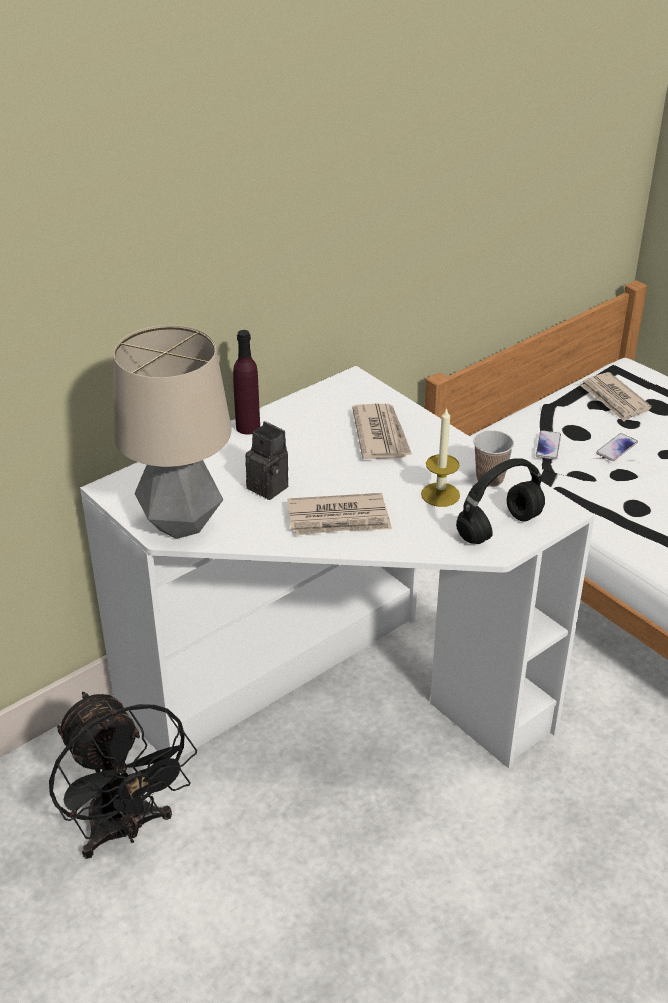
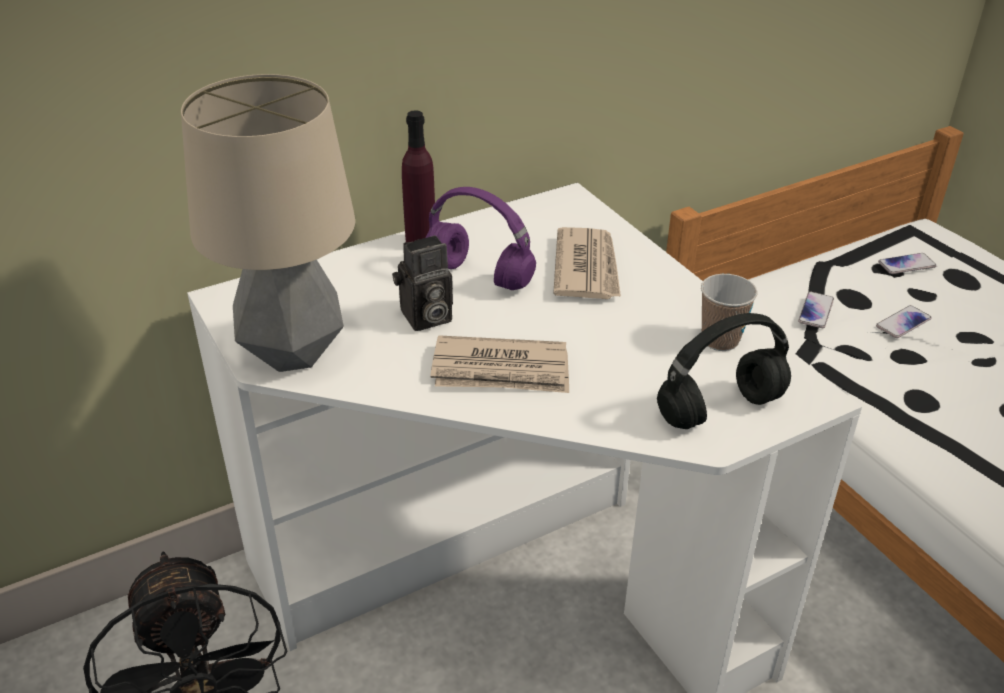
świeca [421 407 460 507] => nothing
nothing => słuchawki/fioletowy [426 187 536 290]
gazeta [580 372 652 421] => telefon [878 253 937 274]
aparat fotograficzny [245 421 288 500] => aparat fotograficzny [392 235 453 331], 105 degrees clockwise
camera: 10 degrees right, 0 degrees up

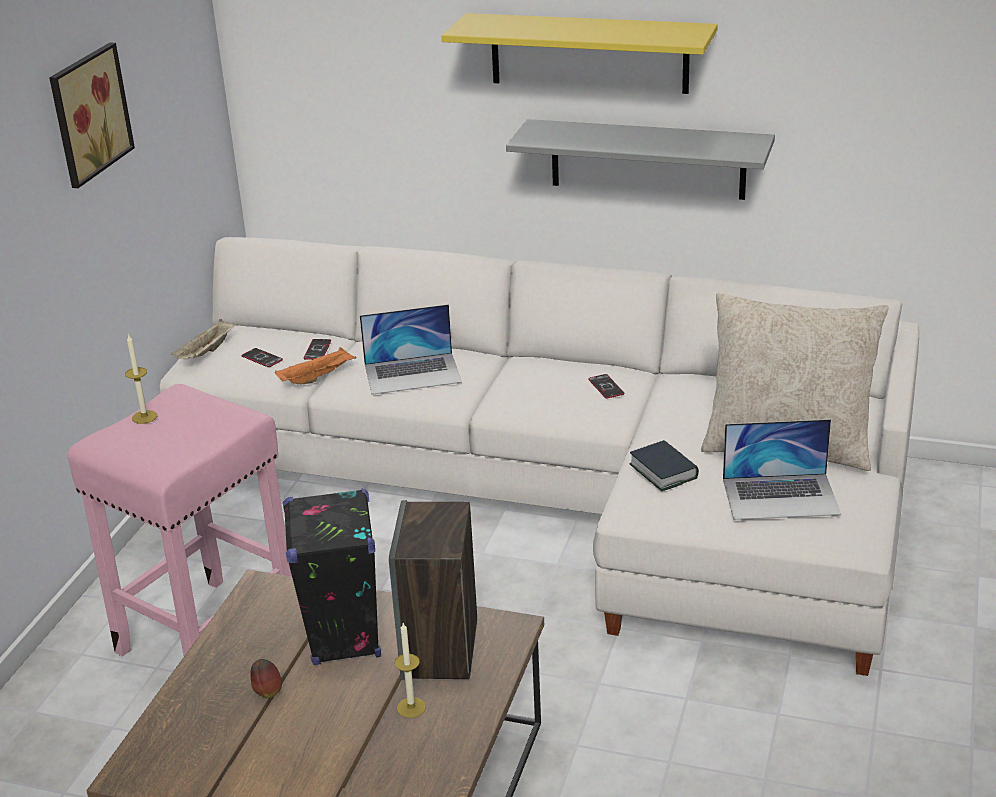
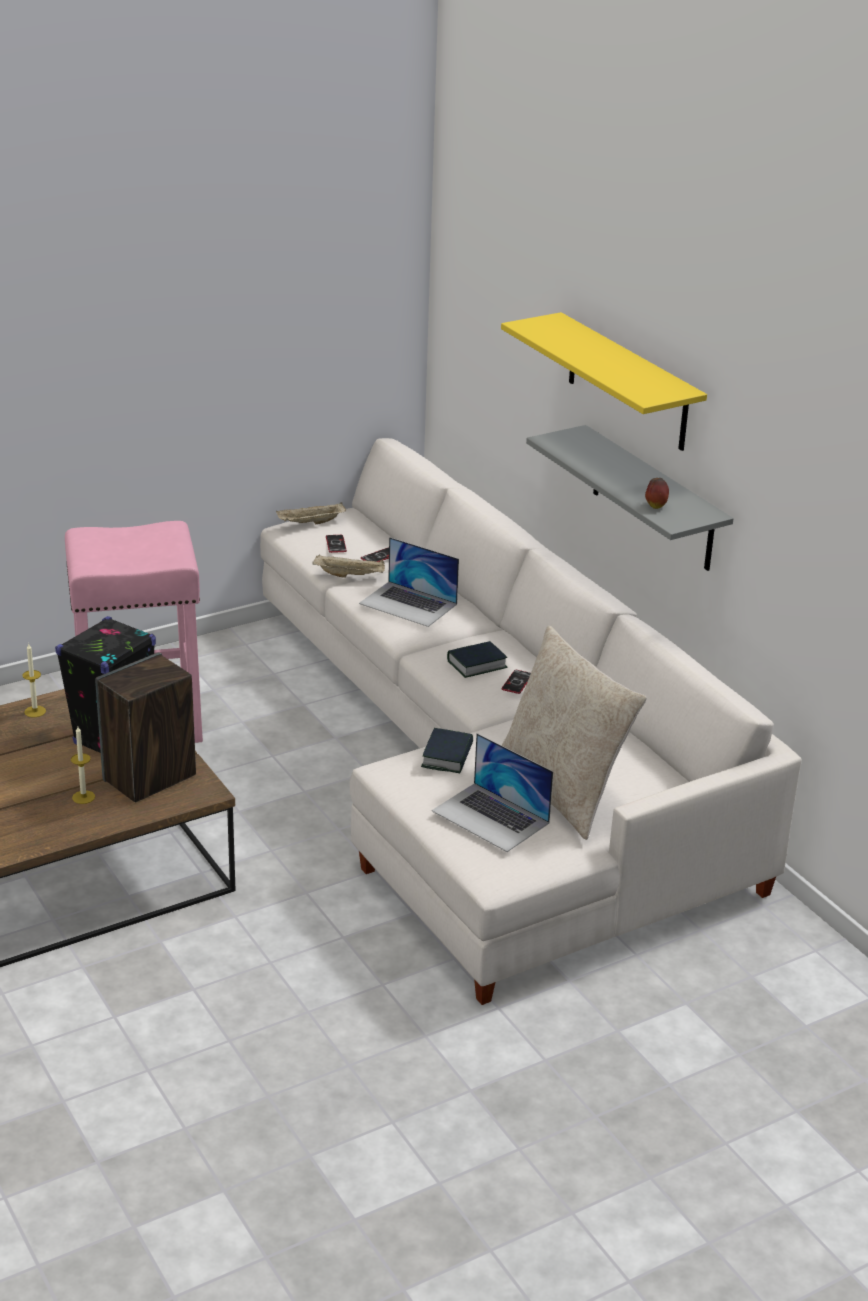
obraz [49 43 135 188] => nothing
nothing => książka [447 641 508 678]
świeca [125 334 157 424] => świeca [22 644 46 717], relocated
jabłko [250 659 282 698] => jabłko [645 478 669 509], relocated
taca/pomarańczowy [275 347 357 384] => taca/beżowy [313 555 385 578]
camera: 40 degrees right, 0 degrees up

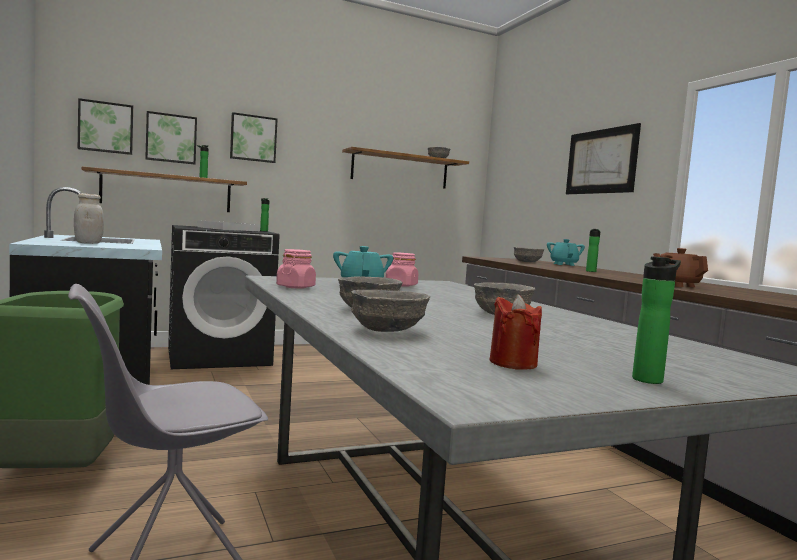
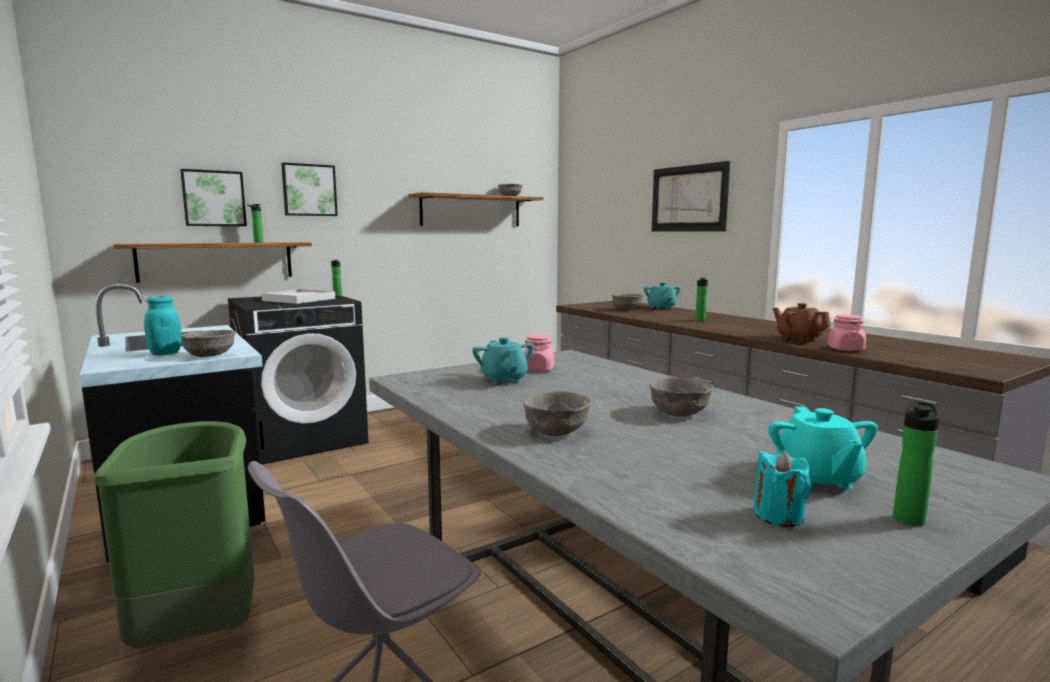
obraz [78 98 133 155] => nothing
nothing => imbryk/turkusowy [768 406 878 489]
słoik/różowy [276 249 316 289] => słoik/różowy [828 314 866 351], relocated
miska/szary [351 290 430 332] => miska/szary [181 330 236 357], relocated
słoik/biały [74 193 104 244] => słoik/turkusowy [144 296 182 355]
świeca/czerwony [490 294 542 369] => świeca/turkusowy [753 450 811 527]
camera: 10 degrees left, 5 degrees up

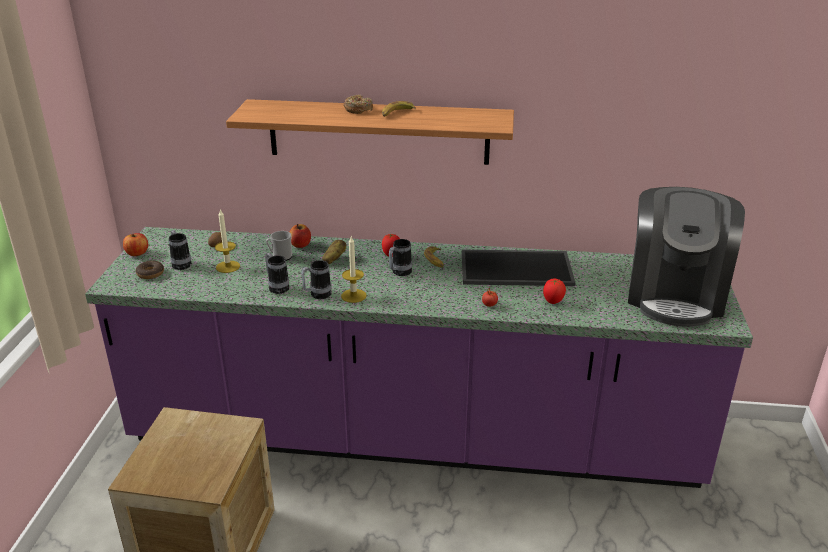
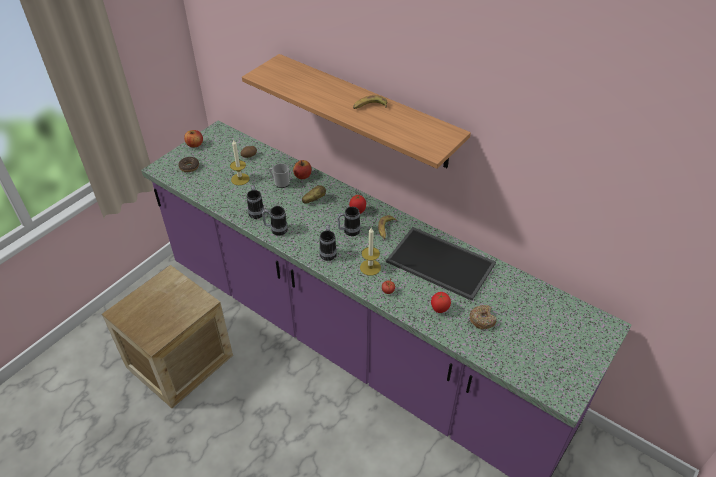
ekspres do kawy [628 187 745 327] => nothing
kubek [169 230 192 270] => kubek [319 225 337 261], relocated
świeca [341 236 367 303] => świeca [360 228 381 276], relocated
donut [344 95 373 114] => donut [469 305 496 329], relocated
camera: 30 degrees right, 15 degrees up

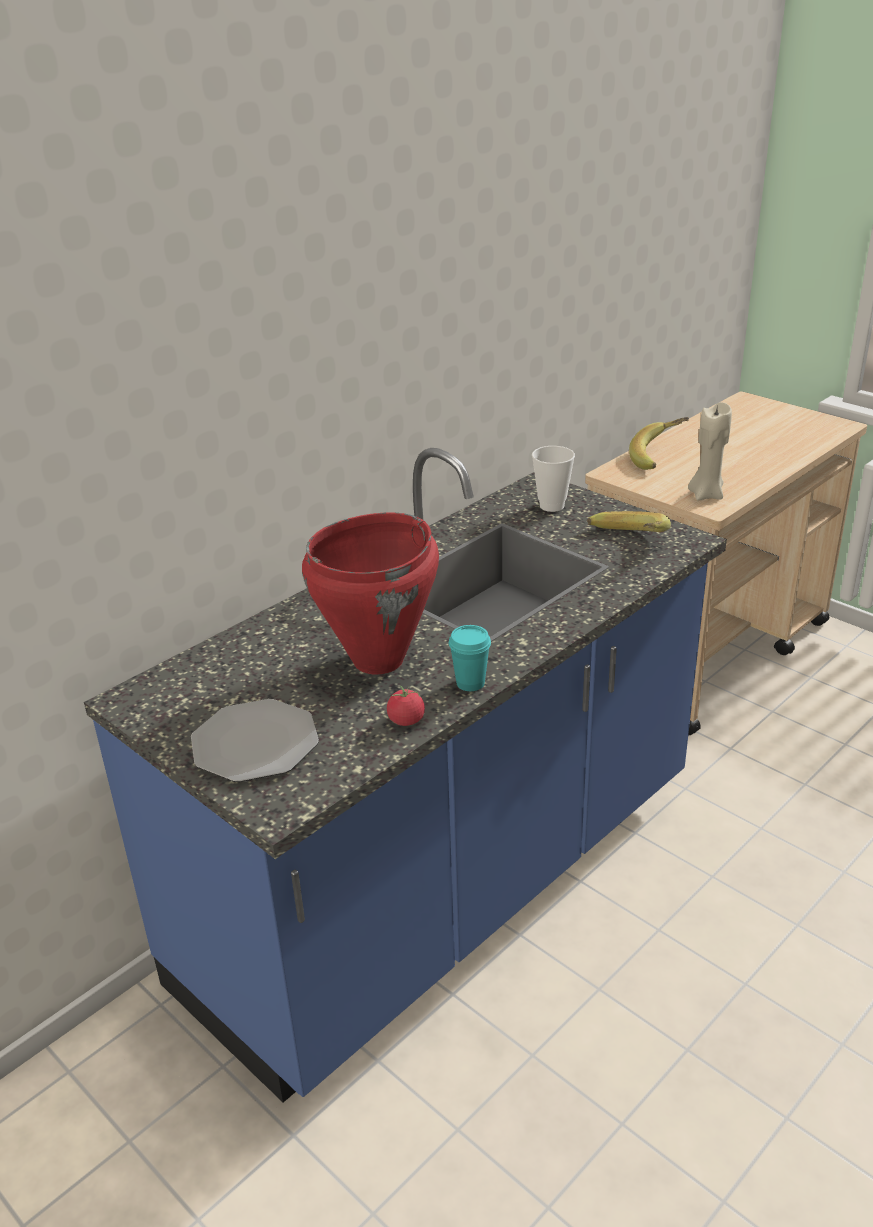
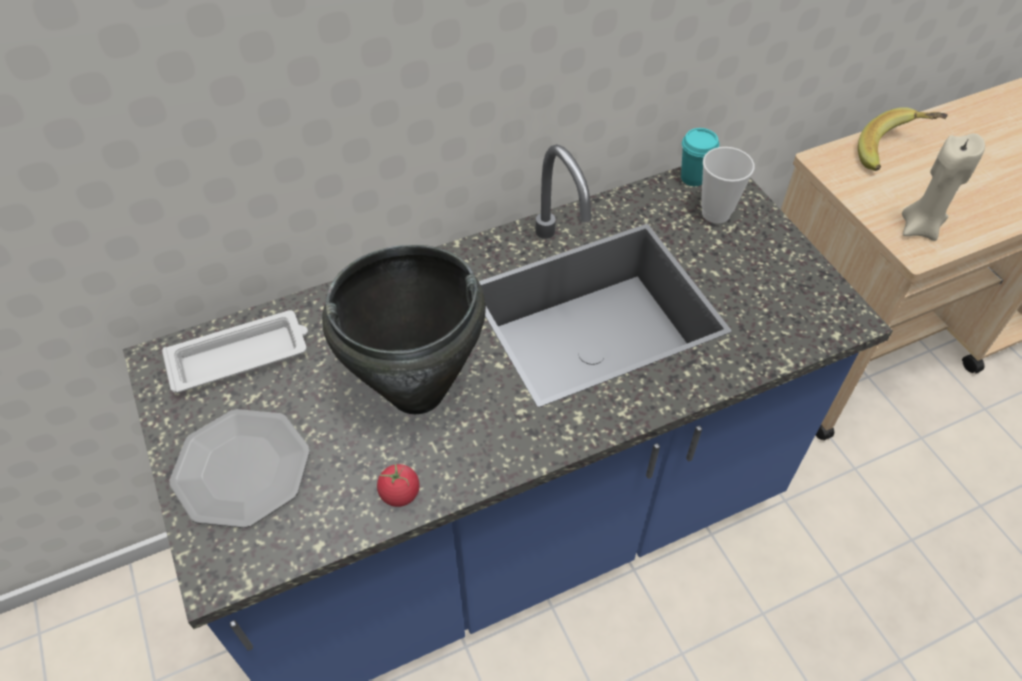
banan [587 511 671 532] => nothing
nothing => taca/biały [162 310 308 393]
filiżanka/turkusowy [449 625 491 691] => filiżanka/turkusowy [681 128 719 186], relocated
garnek/czerwony [302 512 439 674] => garnek/czarny [322 245 486 414]
camera: 20 degrees right, 20 degrees up

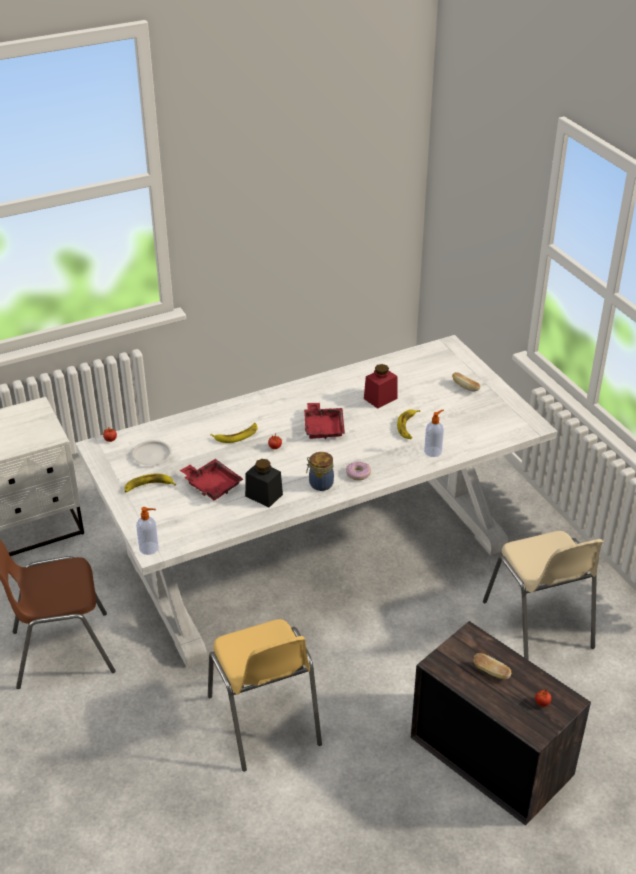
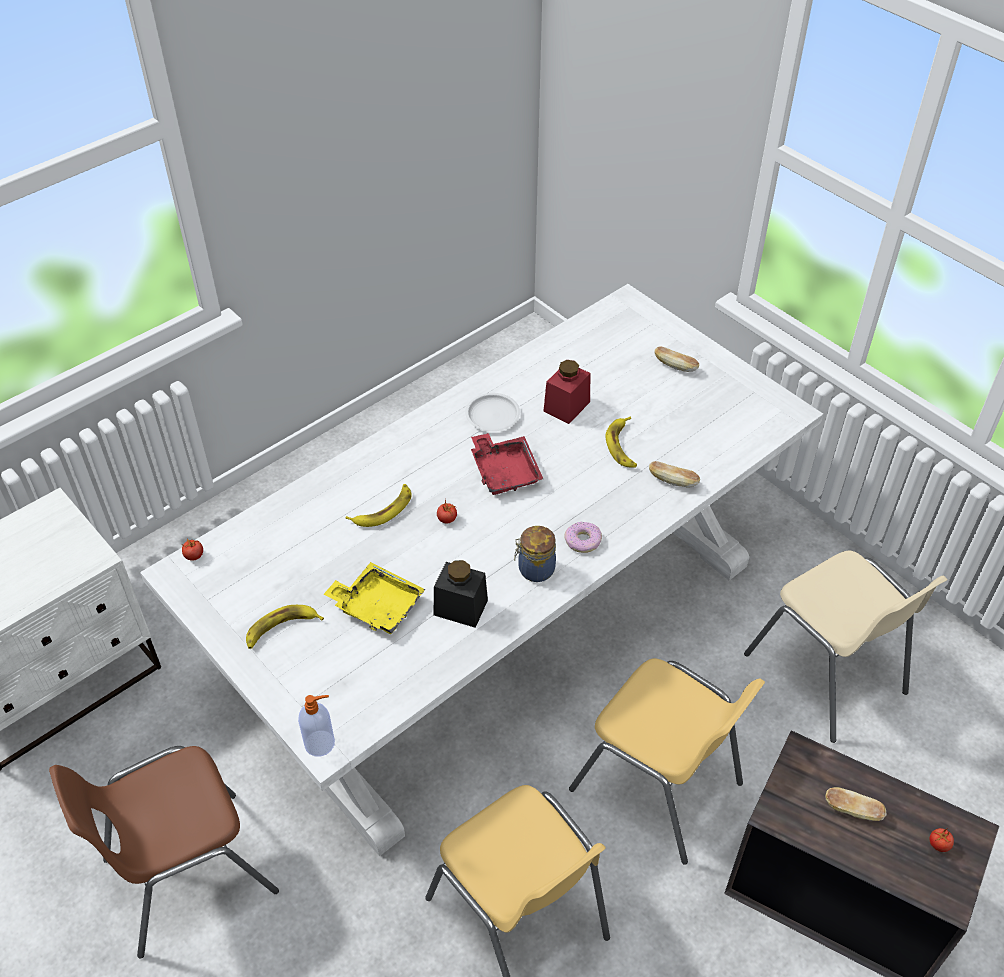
nothing => krzesło/żółty [569 658 765 865]
talerz/biały [132 440 172 465] => talerz/biały [465 393 520 431], relocated
dozownik mydła [424 409 444 457] => chleb [649 461 700 488]
taca/czerwony [180 459 243 500] => taca/żółty [324 562 425 634]
camera: 15 degrees left, 10 degrees up

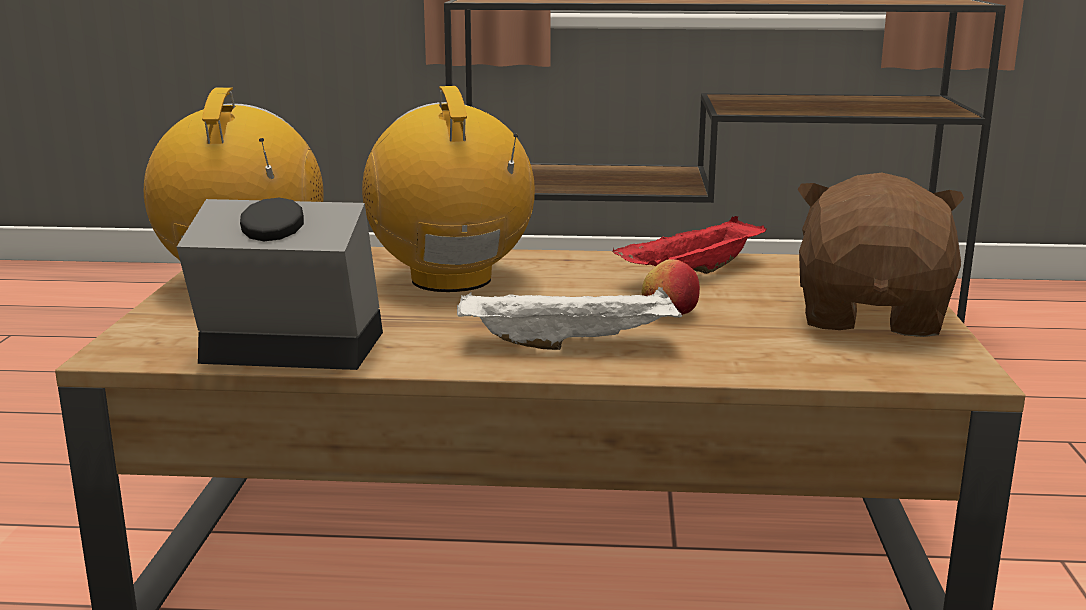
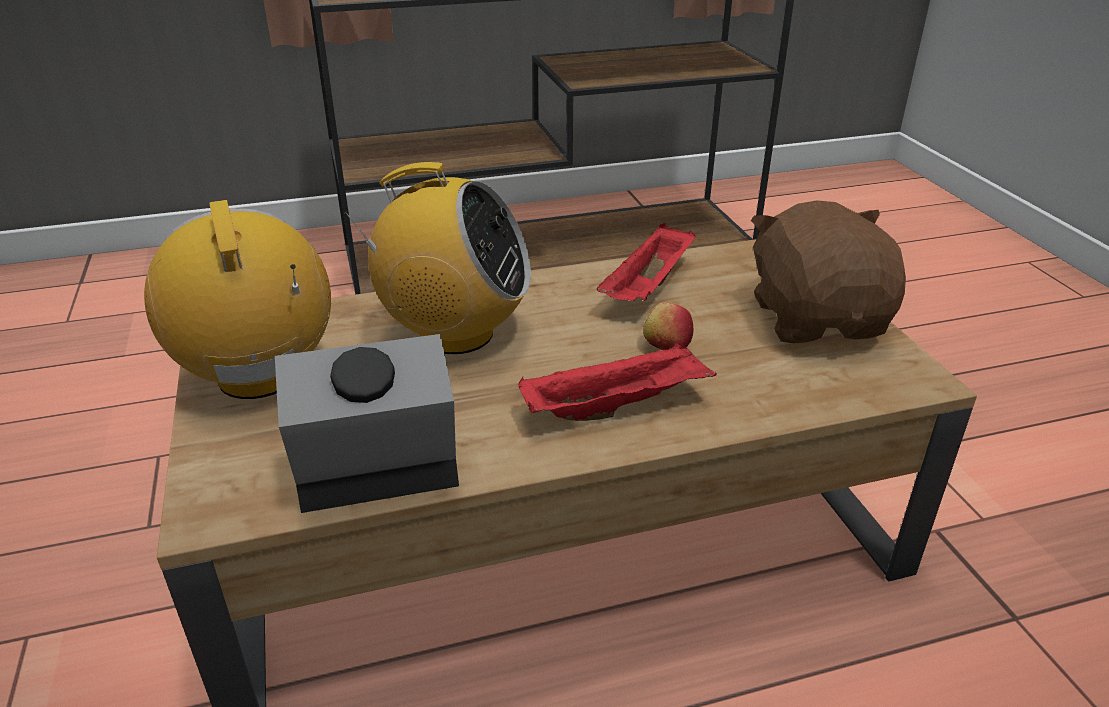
taca/biały [457 287 682 350] => taca/czerwony [518 341 717 421]
radio [362 86 535 292] => radio [344 162 531 354], 135 degrees clockwise
camera: 20 degrees left, 15 degrees up

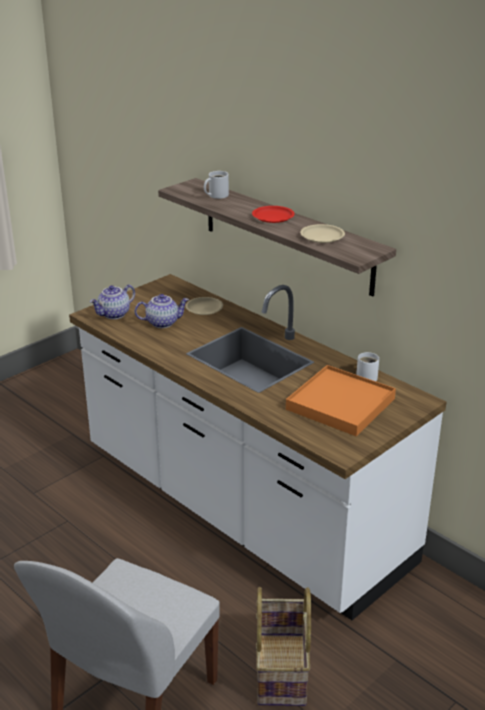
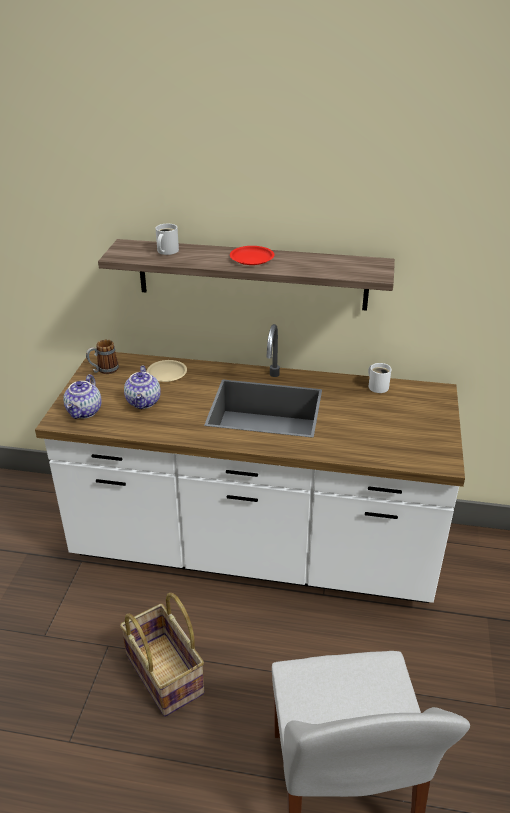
taca/pomarańczowy [286 365 396 437] => nothing
talerz/beżowy [300 224 345 243] => nothing
nothing => kubek [86 339 119 374]
koszyk [256 587 311 706] => koszyk [120 593 204 717], relocated
imbryk [135 294 189 328] => imbryk [124 365 161 409], 135 degrees clockwise
camera: 35 degrees left, 5 degrees up

